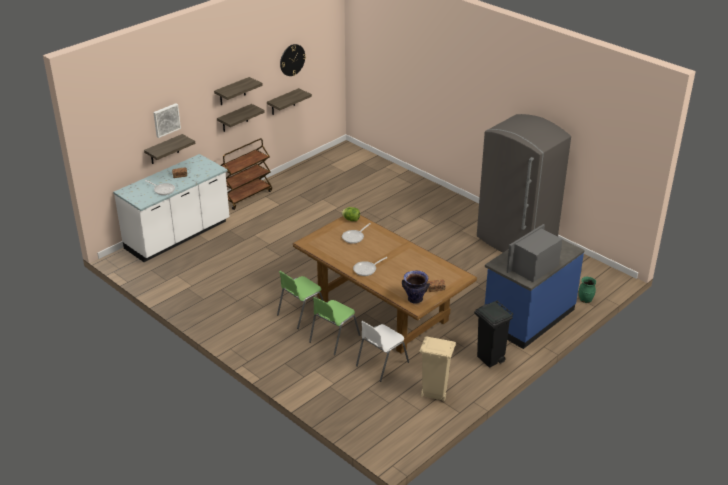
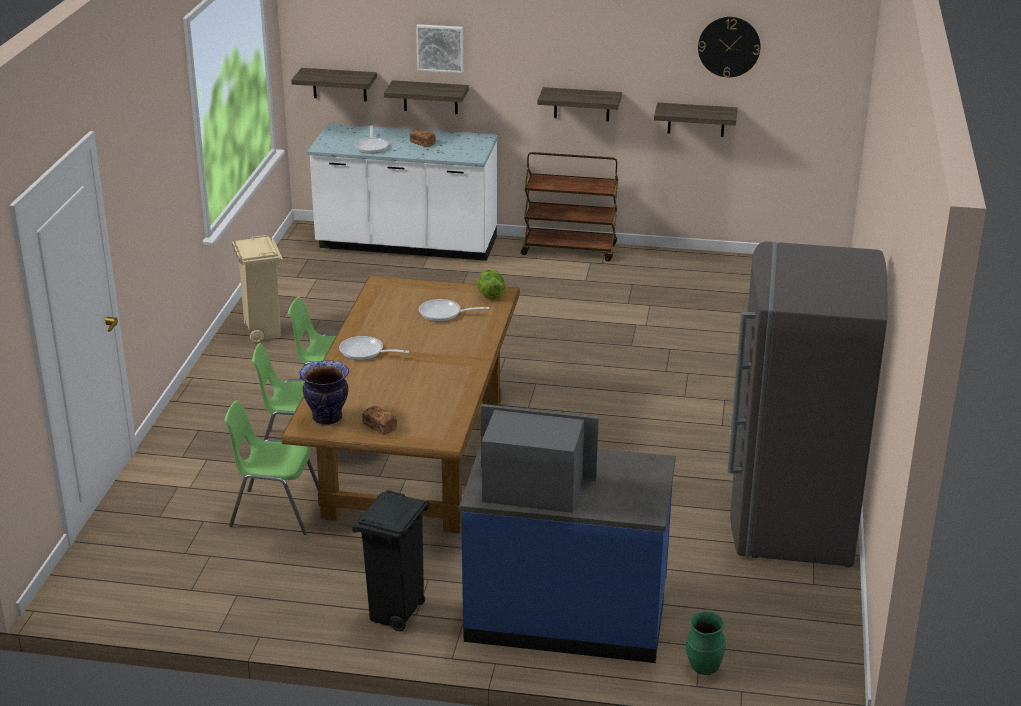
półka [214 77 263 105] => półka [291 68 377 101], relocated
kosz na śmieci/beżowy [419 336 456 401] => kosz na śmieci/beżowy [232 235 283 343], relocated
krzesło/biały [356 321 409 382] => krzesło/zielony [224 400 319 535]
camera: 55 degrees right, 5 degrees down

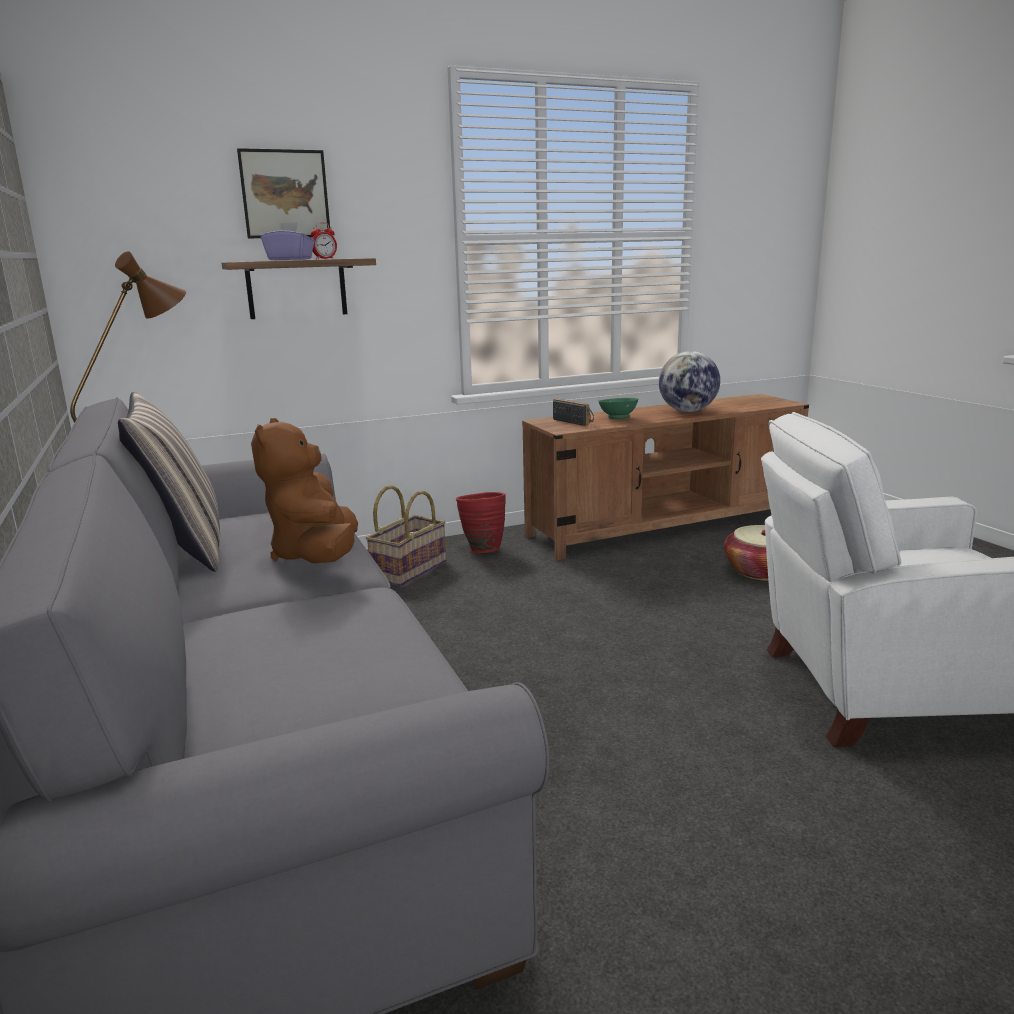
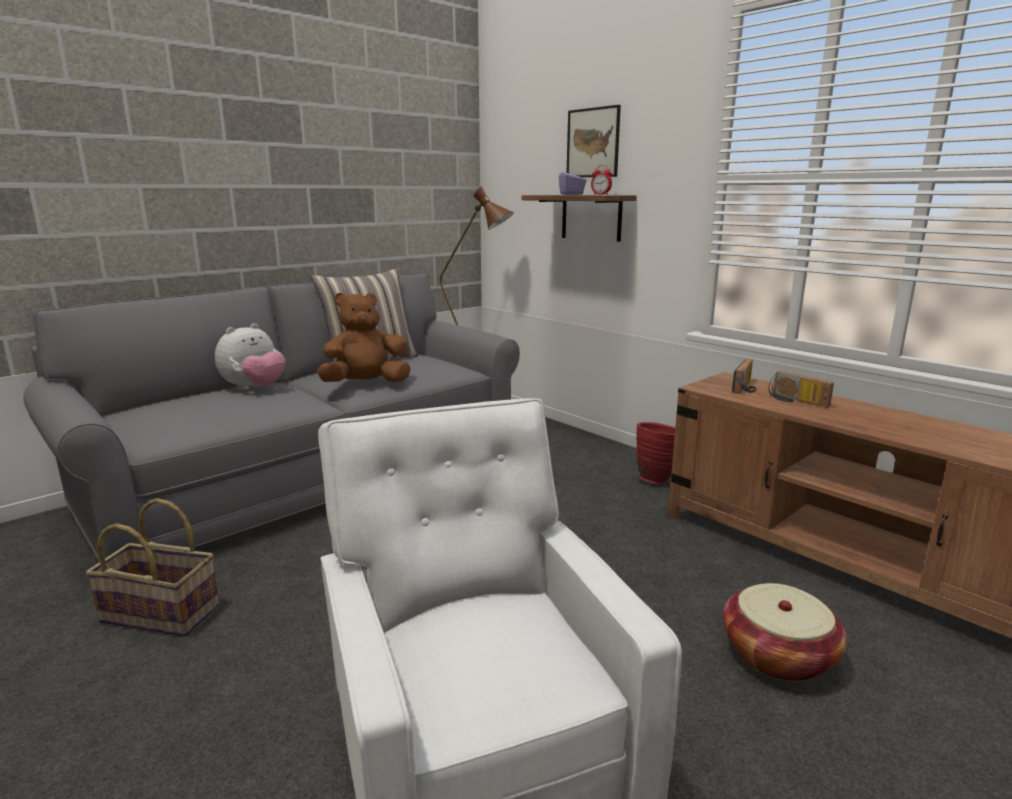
globus [659 351 720 412] => nothing
nothing => pluszak [215 323 286 390]
koszyk [366 485 446 586] => koszyk [86 498 220 637], relocated
miska/zielony [598 398 639 419] => radio [768 371 834 408]
camera: 70 degrees right, 0 degrees up

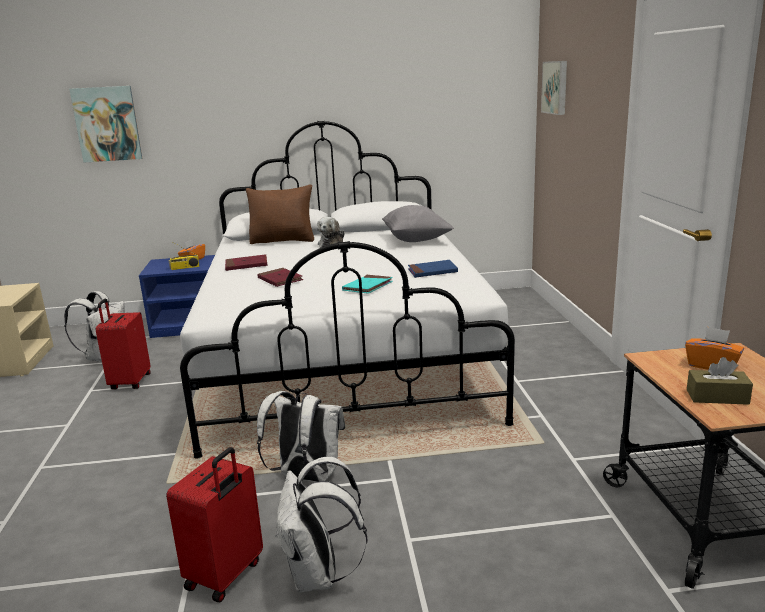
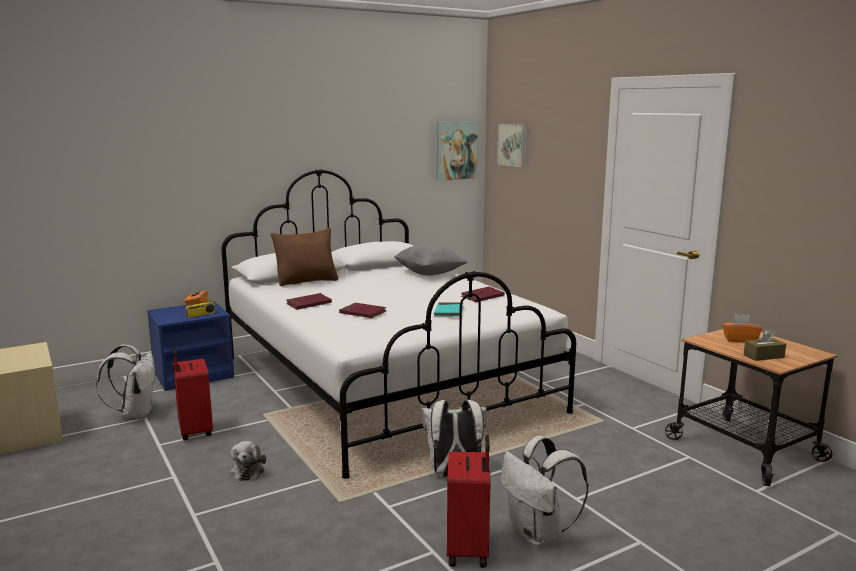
obraz [69 86 142 162] => obraz [437 121 478 181], relocated
pluszak [317 217 345 248] => pluszak [230 441 266 481], relocated
książka/niebieski [408 260 458 278] => książka/czerwony [461 287 505 302]
camera: 25 degrees left, 5 degrees down

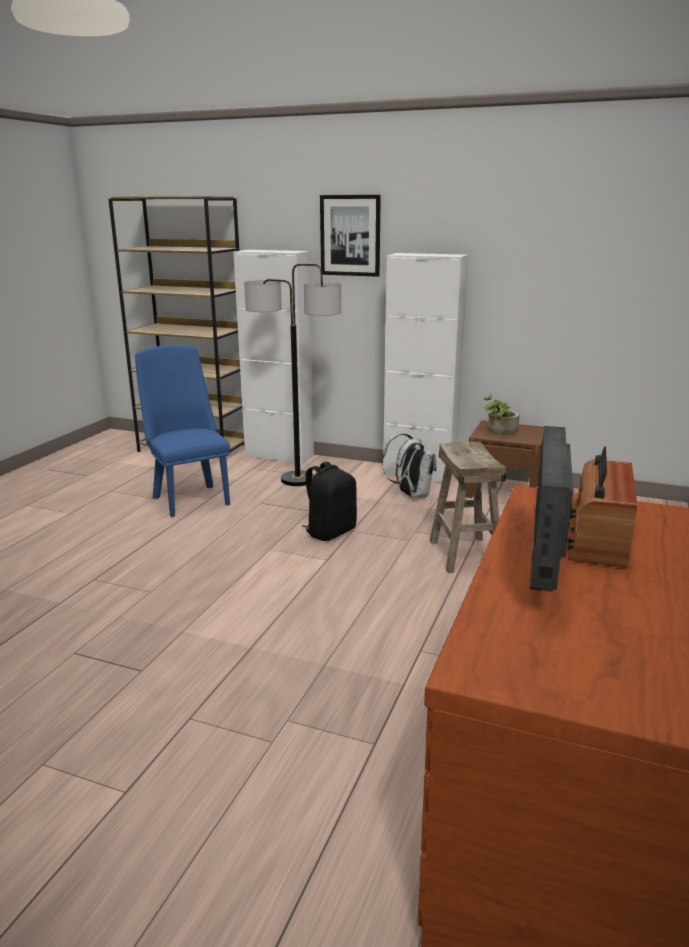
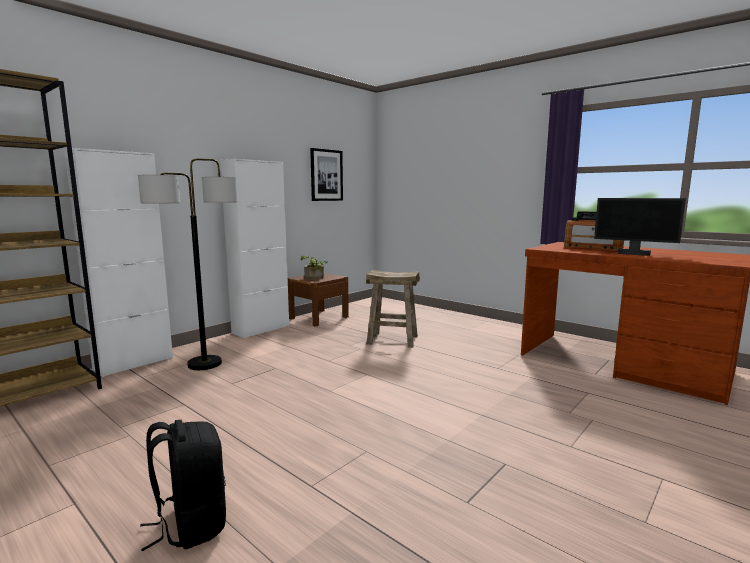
krzesło/niebieski [135 345 230 517] => nothing
plecak/biały [382 433 436 498] => nothing
plecak/czarny [302 462 357 541] => plecak/czarny [140 420 226 552], relocated
obraz [320 195 381 277] => obraz [310 148 343 201], relocated
camera: 70 degrees left, 10 degrees down

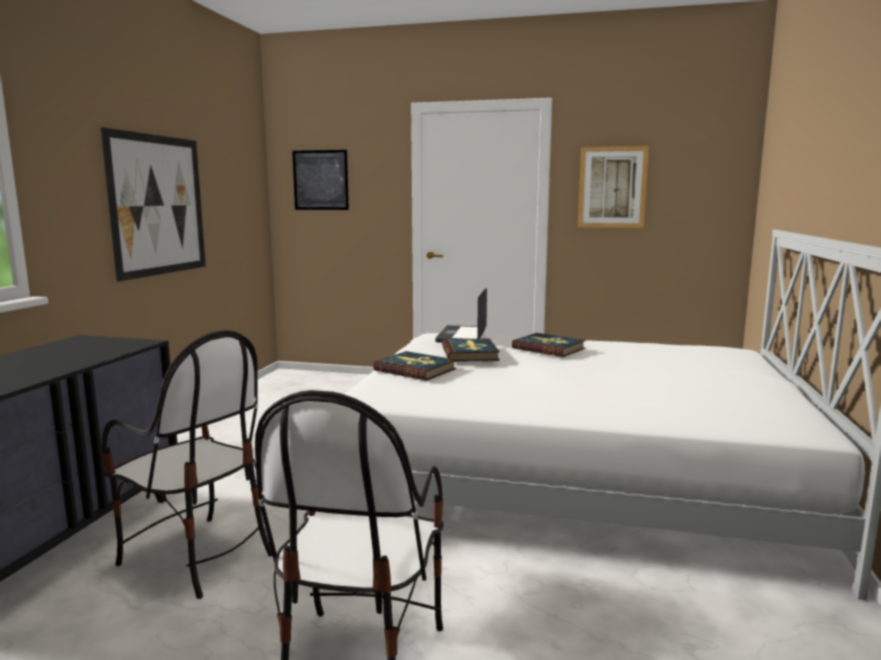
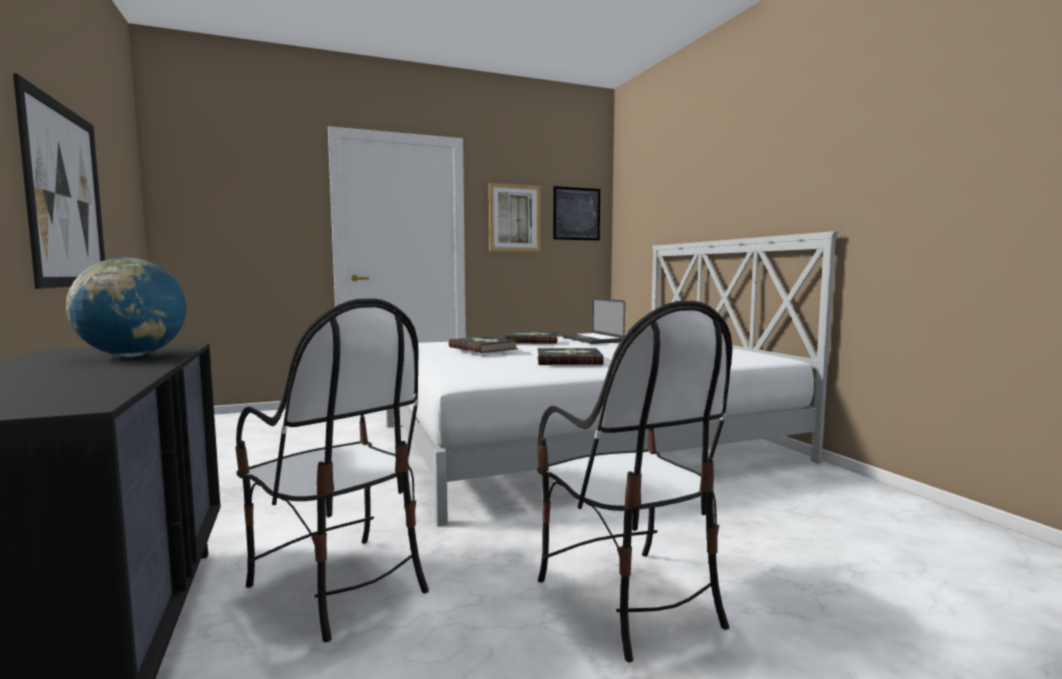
nothing => globus [66 258 186 357]
obraz [292 150 349 210] => obraz [553 186 600 241], relocated
książka [373 351 457 381] => książka [538 348 604 365], relocated
laptop [435 288 487 343] => laptop [562 298 625 344], relocated
krzesło [102 330 272 599] => krzesło [235 298 429 642], 45 degrees clockwise
camera: 35 degrees left, 5 degrees down

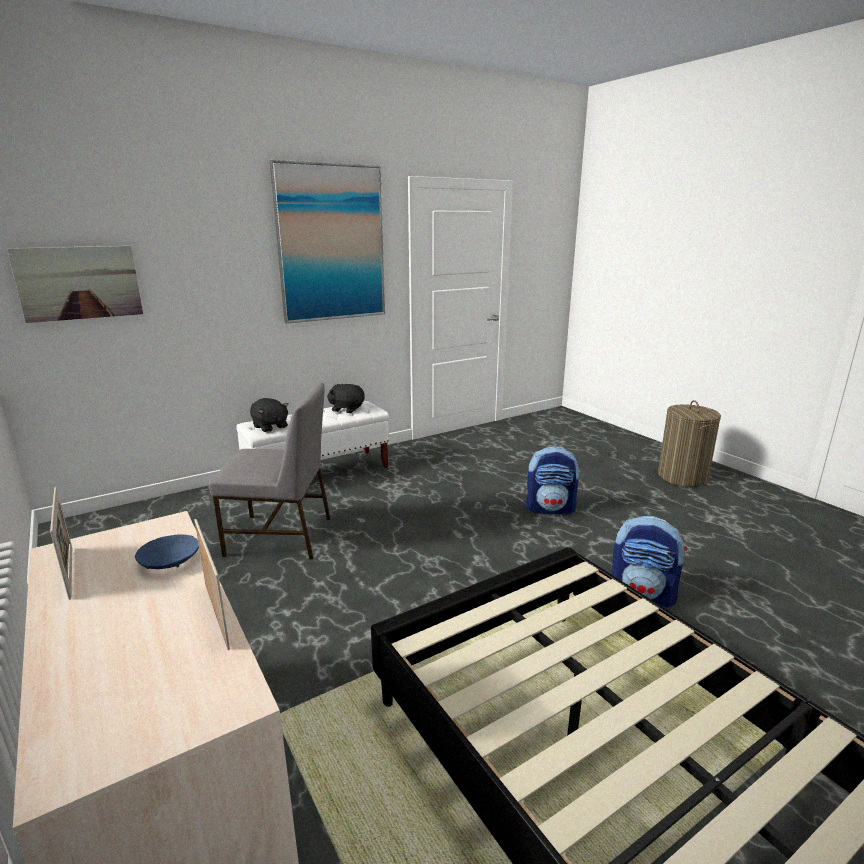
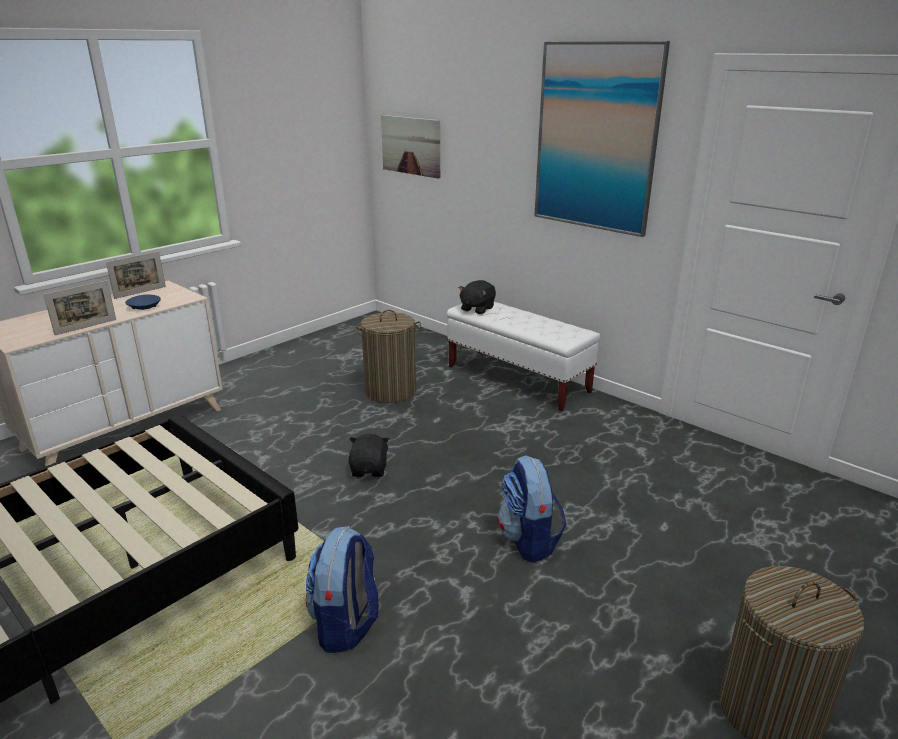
pluszak/czarny [327 384 365 413] => pluszak/czarny [348 434 389 477], relocated
krzesło/szary [209 383 330 560] => kosz na pranie [354 310 421 403]
camera: 75 degrees right, 5 degrees up

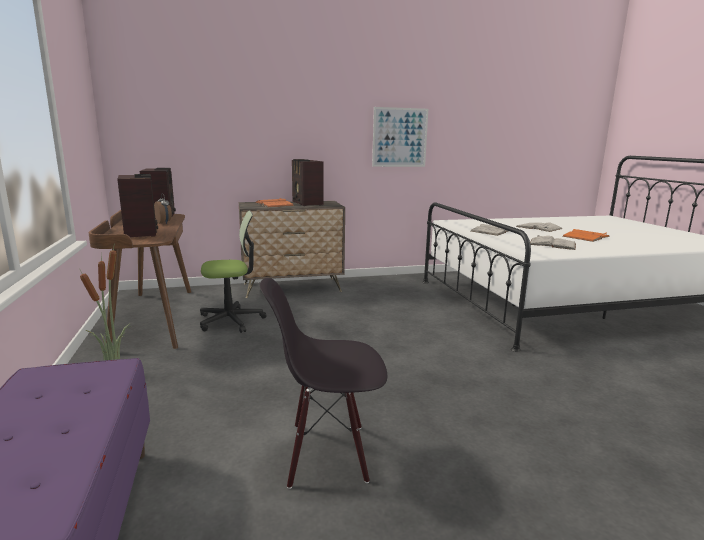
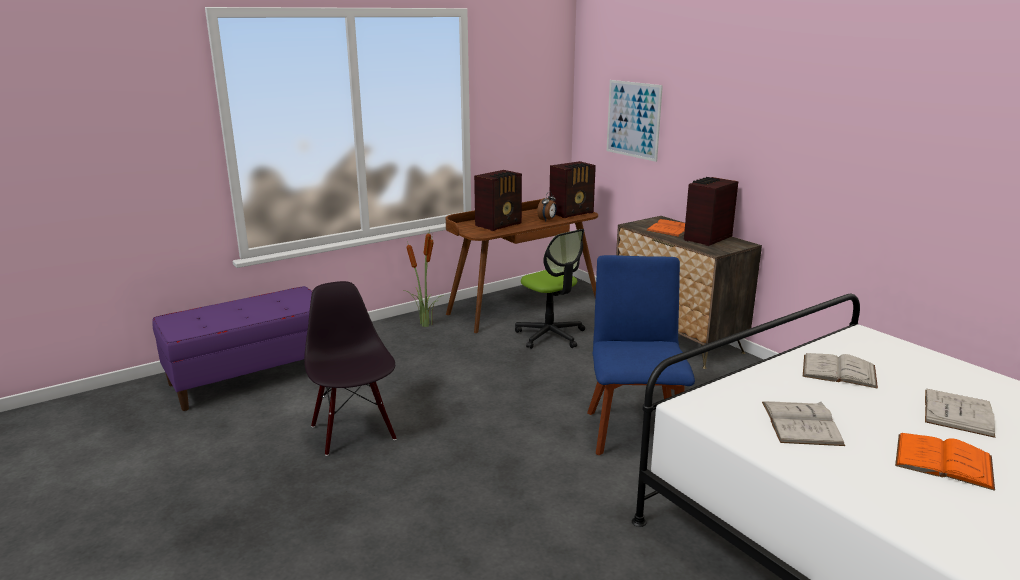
nothing => krzesło/niebieski [587 255 695 455]
obraz [372 107 428 167] => obraz [607 80 663 162], relocated
camera: 70 degrees right, 5 degrees up

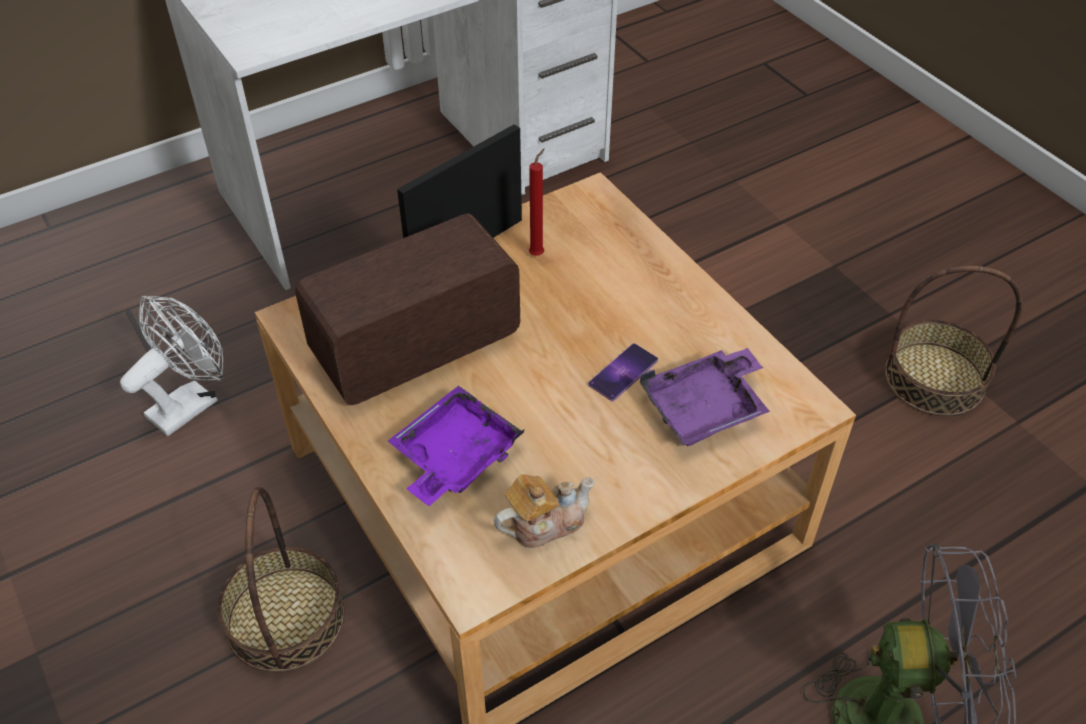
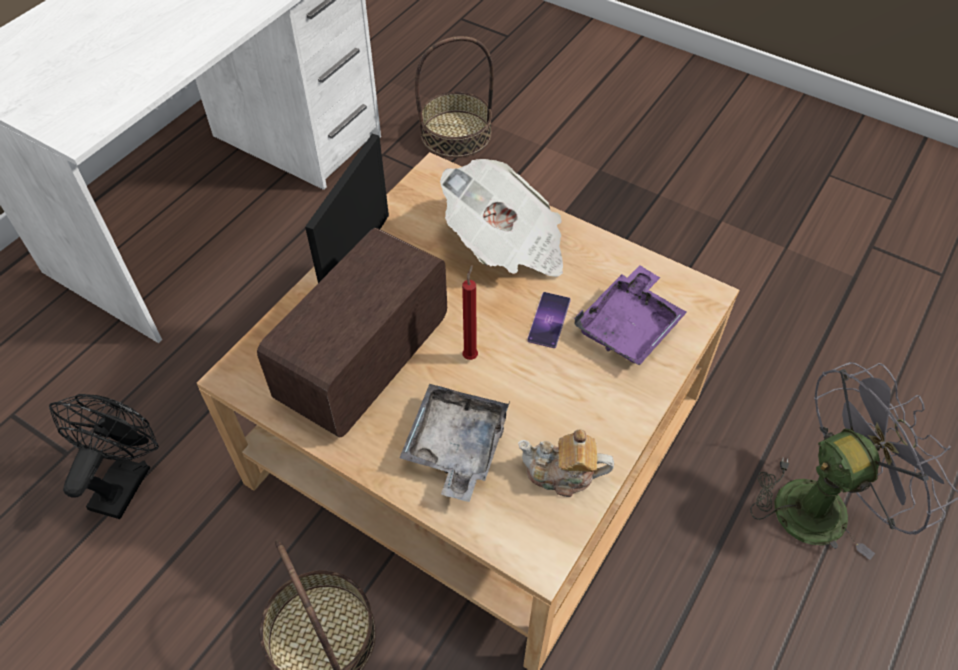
nothing => gazeta [440 159 563 277]
świeca/czerwony [529 148 545 256] => świeca/czerwony [462 265 478 360], relocated
koszyk [885 266 1022 417] => koszyk [415 36 494 158], relocated
wentylator/biały [120 296 224 436] => wentylator/czarny [49 394 159 519]
taca/fioletowy [388 386 524 506] => taca/szary [399 384 510 502]
imbryk [494 474 595 548] => imbryk [518 429 614 497], 120 degrees counterclockwise
camera: 25 degrees left, 5 degrees up

